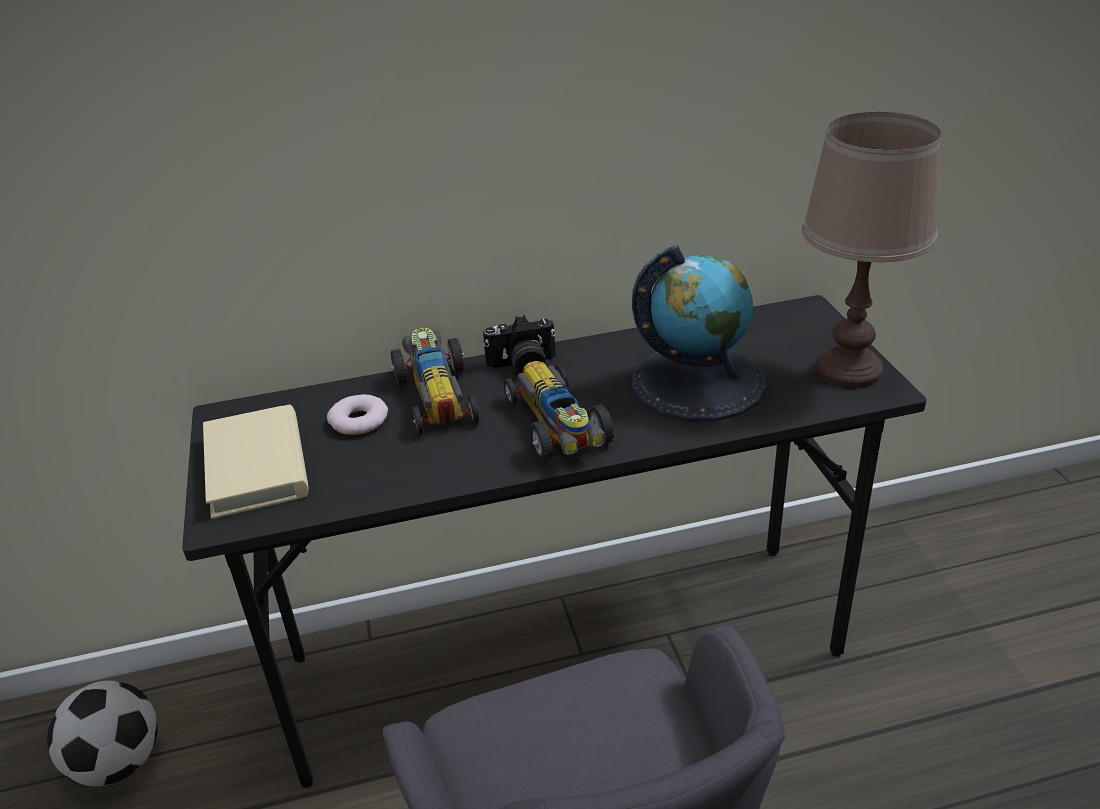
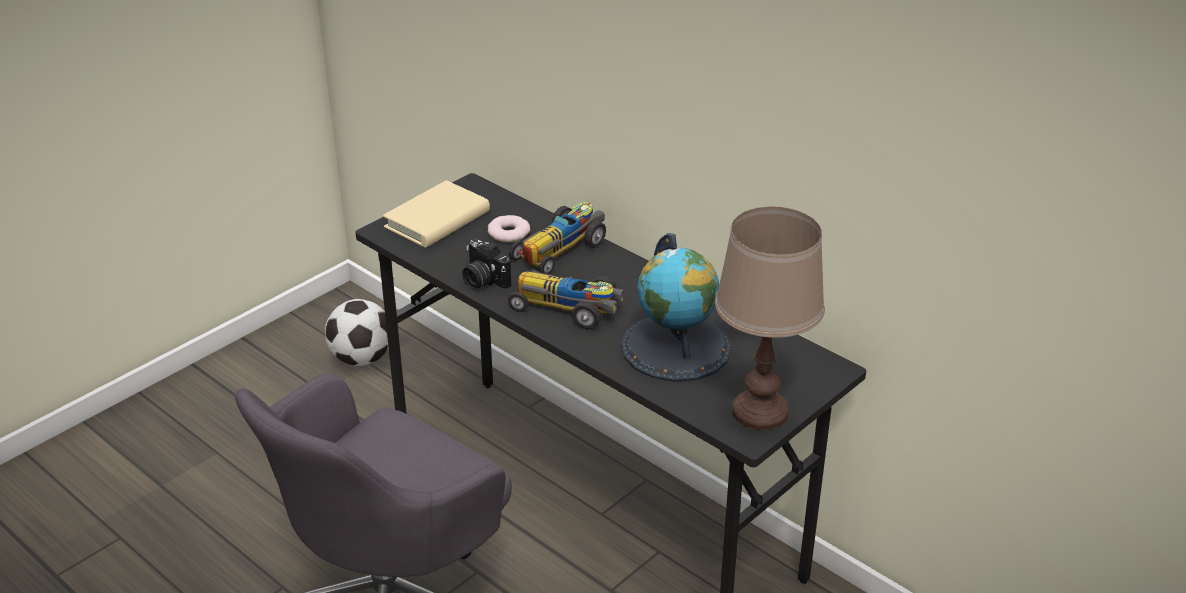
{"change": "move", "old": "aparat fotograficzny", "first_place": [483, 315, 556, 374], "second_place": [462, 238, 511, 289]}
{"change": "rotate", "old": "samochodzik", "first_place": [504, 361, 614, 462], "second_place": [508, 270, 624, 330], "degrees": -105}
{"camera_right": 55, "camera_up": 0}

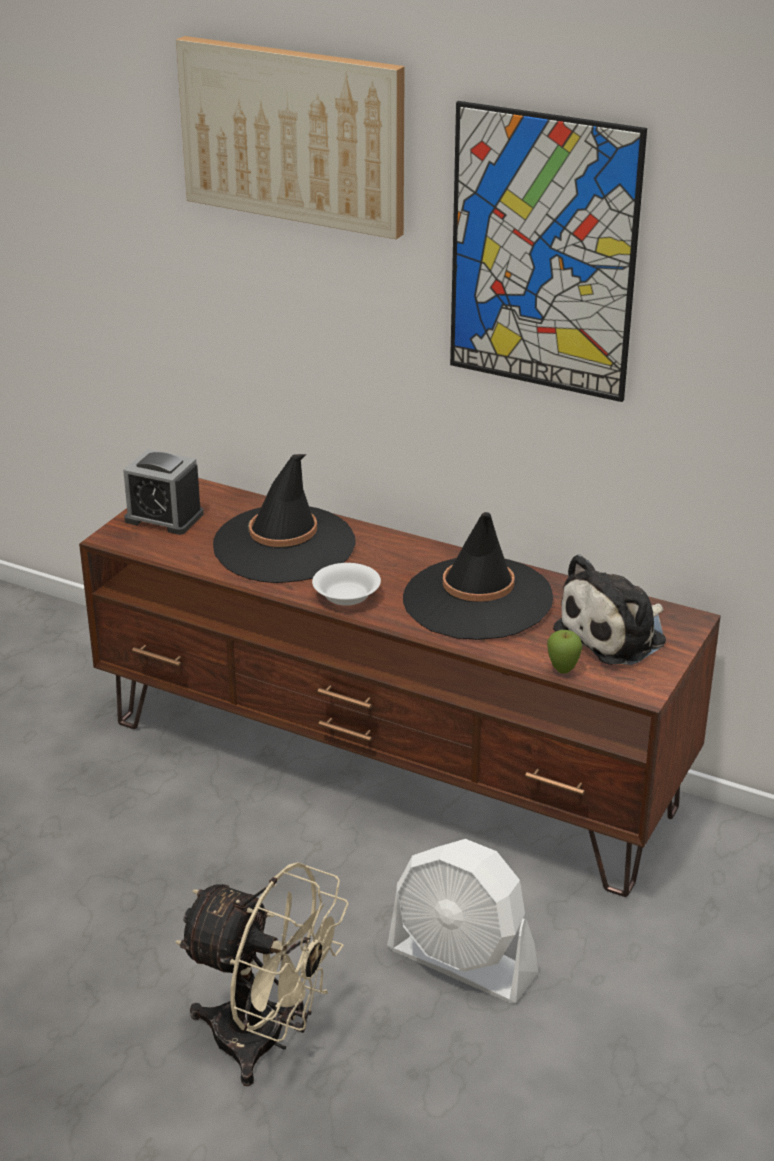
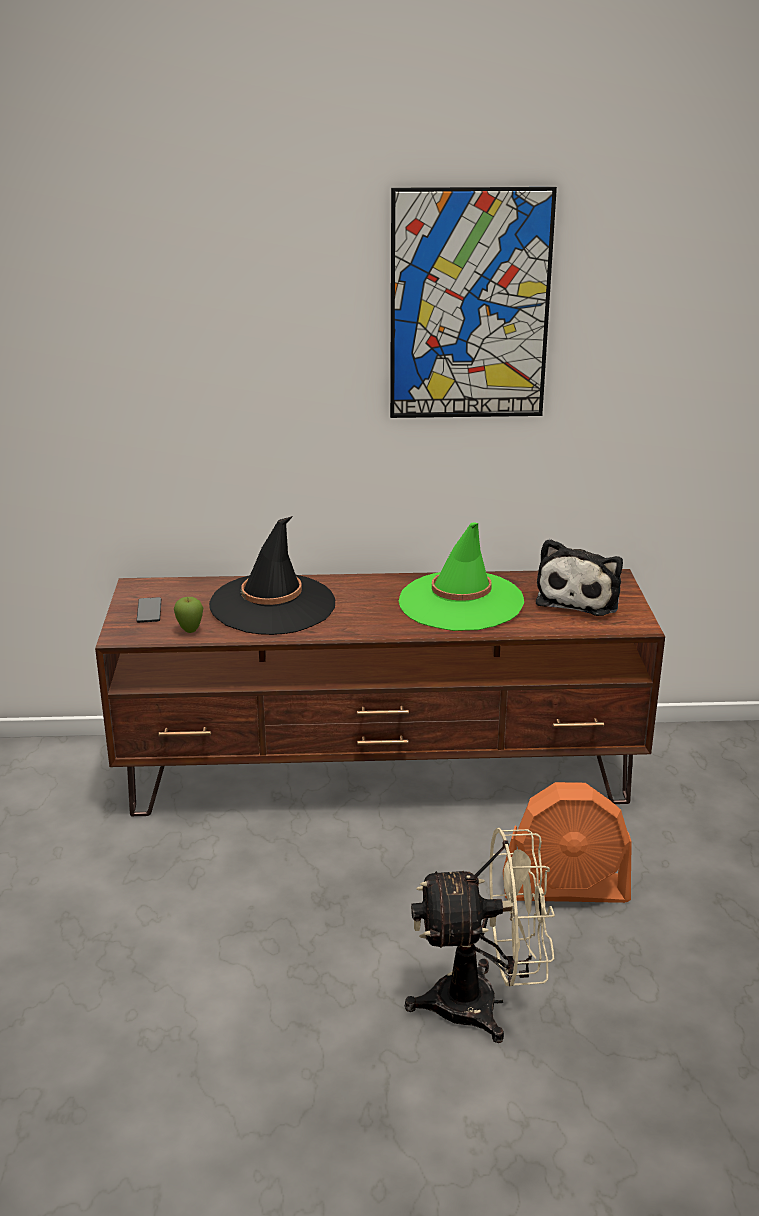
{"change": "replace", "old": "budzik", "new": "telefon", "first_place": [123, 449, 204, 535], "second_place": [136, 597, 161, 623]}
{"change": "move", "old": "jabłko", "first_place": [547, 630, 582, 674], "second_place": [174, 597, 203, 633]}
{"change": "recolor", "old": "kapelusz/czarny", "new": "kapelusz/zielony", "first_place": [403, 512, 553, 640], "second_place": [399, 522, 524, 631]}
{"change": "recolor", "old": "wentylator/biały", "new": "wentylator/pomarańczowy", "first_place": [387, 839, 538, 1003], "second_place": [503, 782, 632, 903]}
{"change": "delete", "old": "obraz", "first_place": [176, 36, 405, 239]}
{"change": "delete", "old": "miska/biały", "first_place": [312, 563, 381, 606]}
{"camera_right": -30, "camera_up": -5}

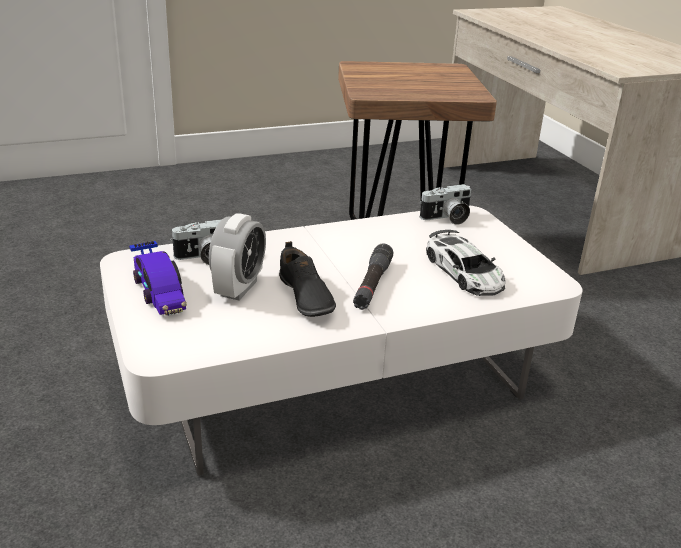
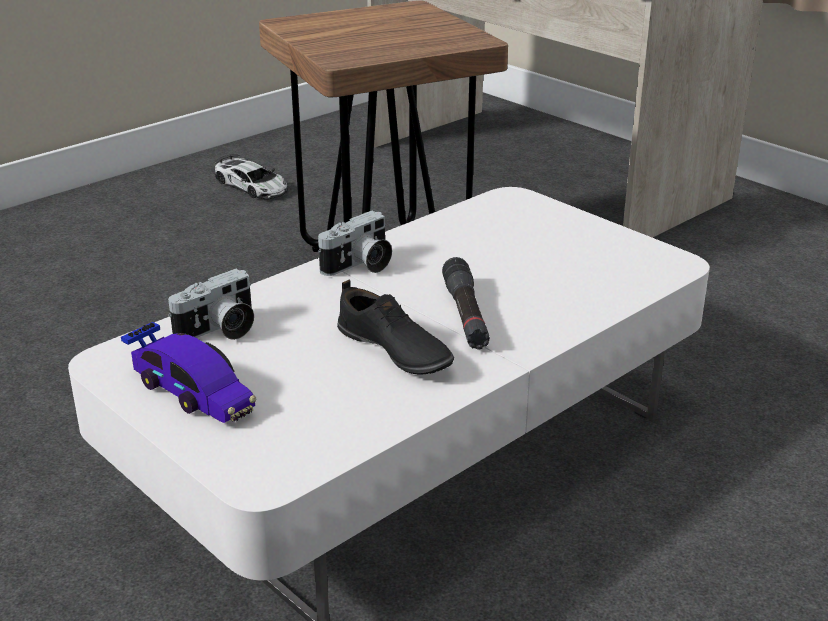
{"change": "move", "old": "samochodzik", "first_place": [426, 230, 506, 296], "second_place": [215, 155, 288, 199]}
{"change": "move", "old": "aparat fotograficzny", "first_place": [420, 184, 471, 225], "second_place": [318, 210, 392, 276]}
{"change": "delete", "old": "budzik", "first_place": [209, 213, 266, 300]}
{"camera_right": -20, "camera_up": 0}

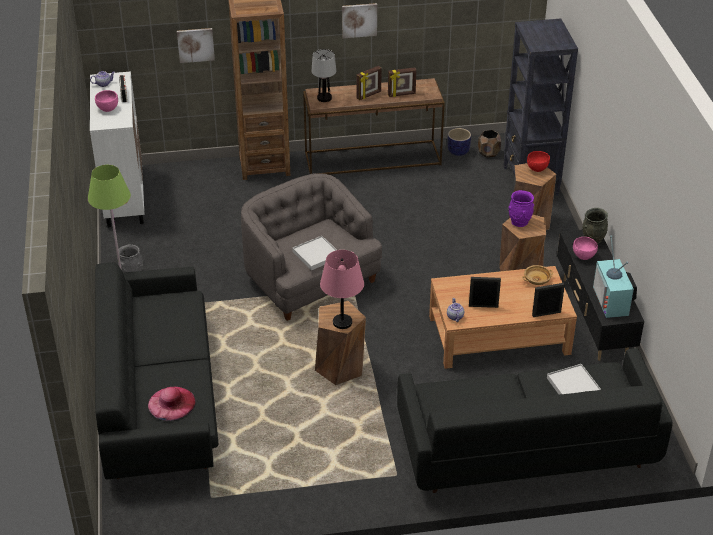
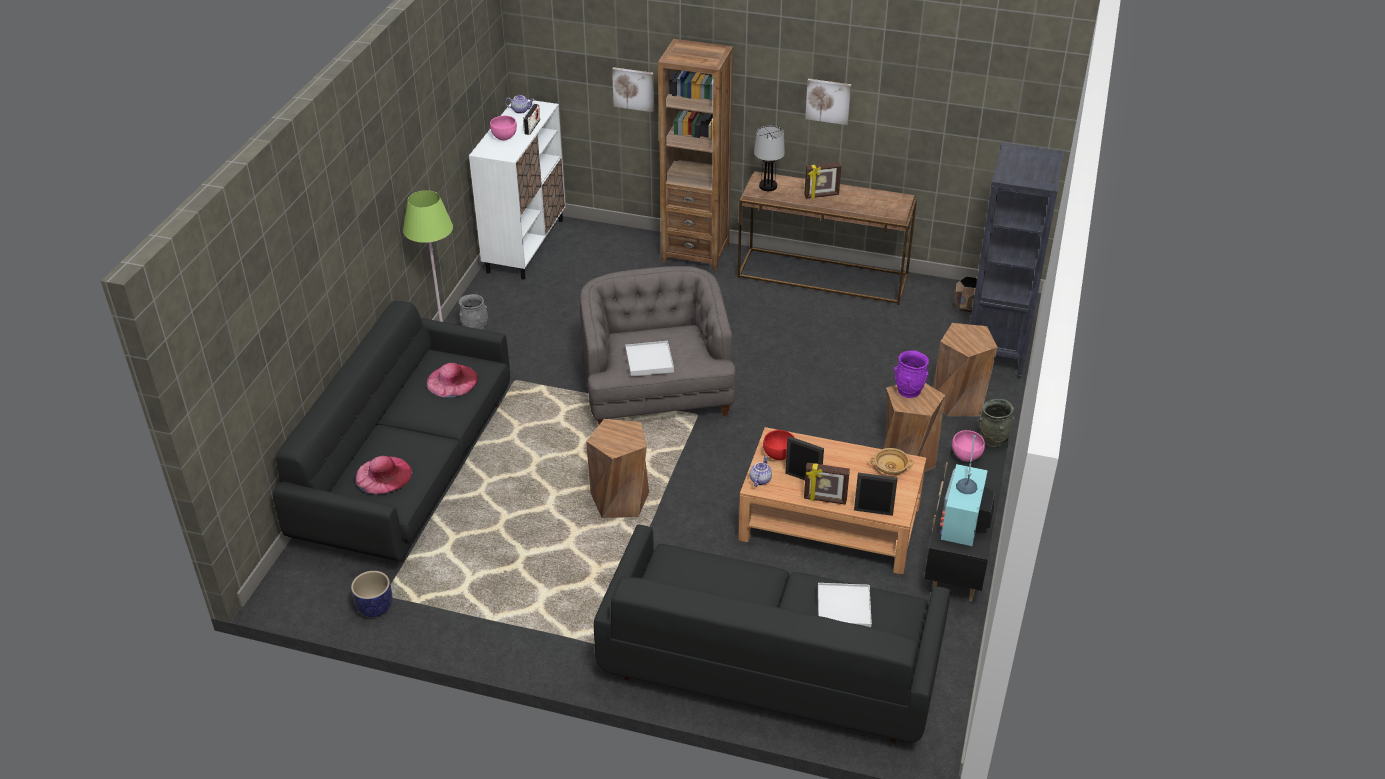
{"change": "move", "old": "donica", "first_place": [447, 128, 471, 156], "second_place": [351, 571, 392, 617]}
{"change": "insert", "new": "kapelusz/różowy", "second_place": [427, 363, 479, 398]}
{"change": "move", "old": "miska/czerwony", "first_place": [527, 151, 550, 172], "second_place": [763, 430, 795, 460]}
{"change": "move", "old": "ramka na zdjęcie", "first_place": [388, 67, 416, 97], "second_place": [804, 463, 850, 505]}
{"change": "delete", "old": "lampa stołowa/różowy", "first_place": [320, 250, 364, 329]}
{"camera_right": 25, "camera_up": 0}

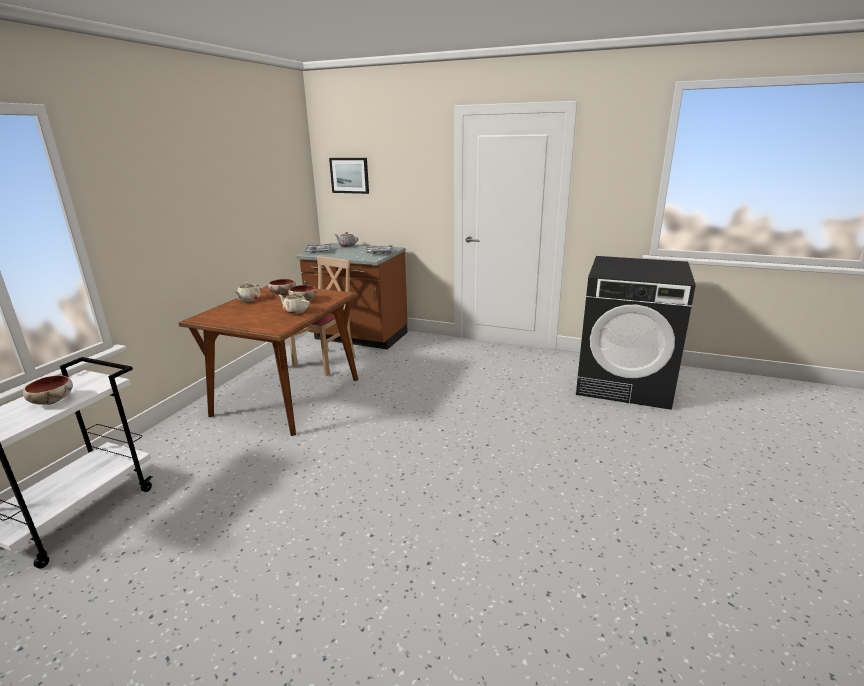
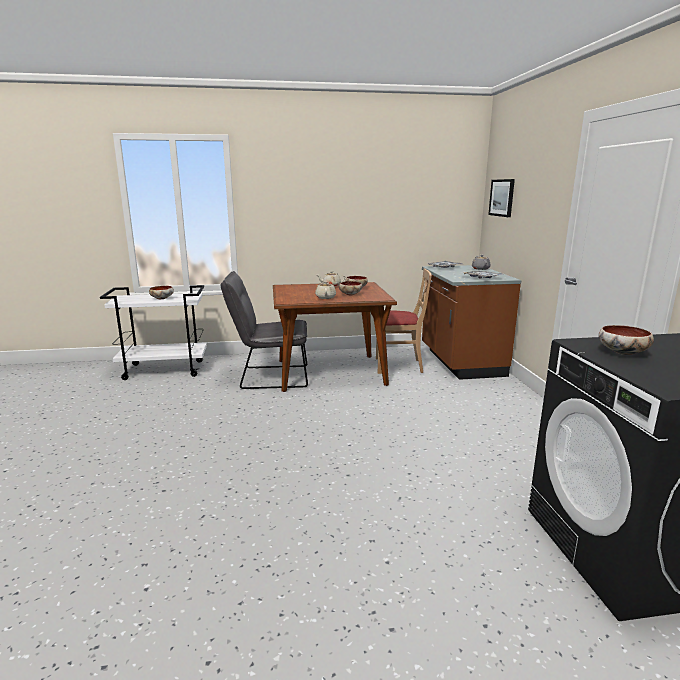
{"change": "insert", "new": "krzesło/szary", "second_place": [221, 271, 308, 389]}
{"change": "insert", "new": "miska", "second_place": [598, 325, 654, 355]}
{"camera_right": 60, "camera_up": -5}

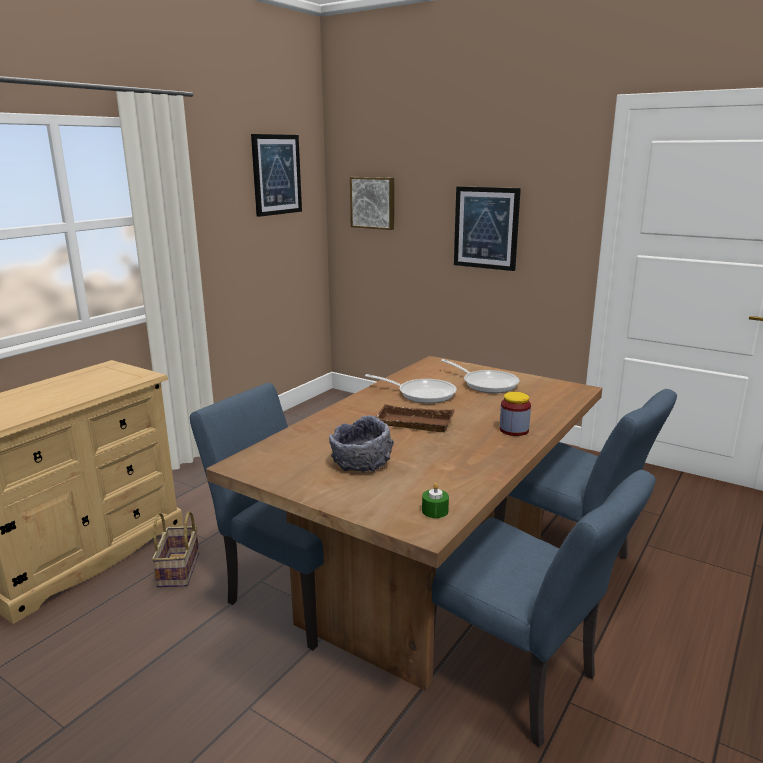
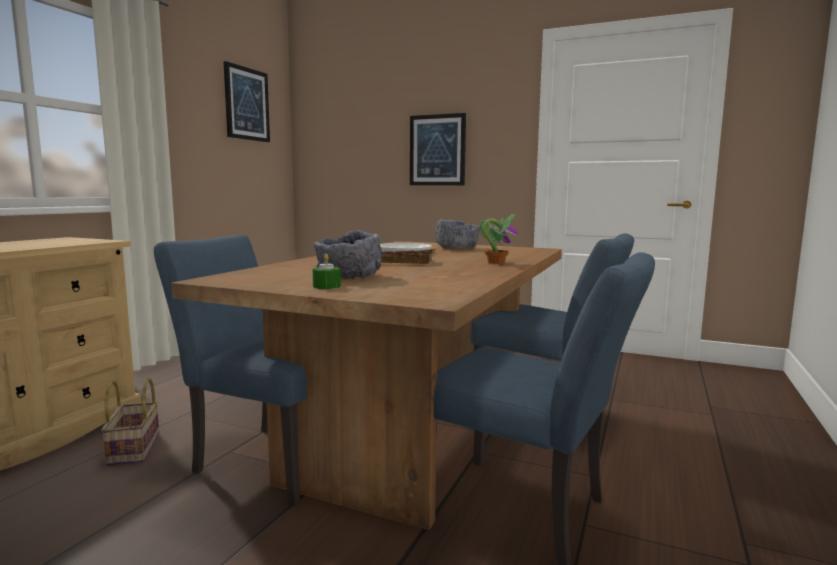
{"change": "move", "old": "świeca/zielony", "first_place": [422, 483, 449, 518], "second_place": [312, 254, 341, 289]}
{"change": "replace", "old": "patelnia", "new": "miska/szary", "first_place": [441, 359, 520, 393], "second_place": [435, 219, 480, 249]}
{"change": "replace", "old": "słoik", "new": "roślina doniczkowa", "first_place": [500, 392, 531, 436], "second_place": [479, 214, 518, 264]}
{"change": "delete", "old": "obraz", "first_place": [350, 177, 394, 230]}
{"camera_right": -10, "camera_up": -10}

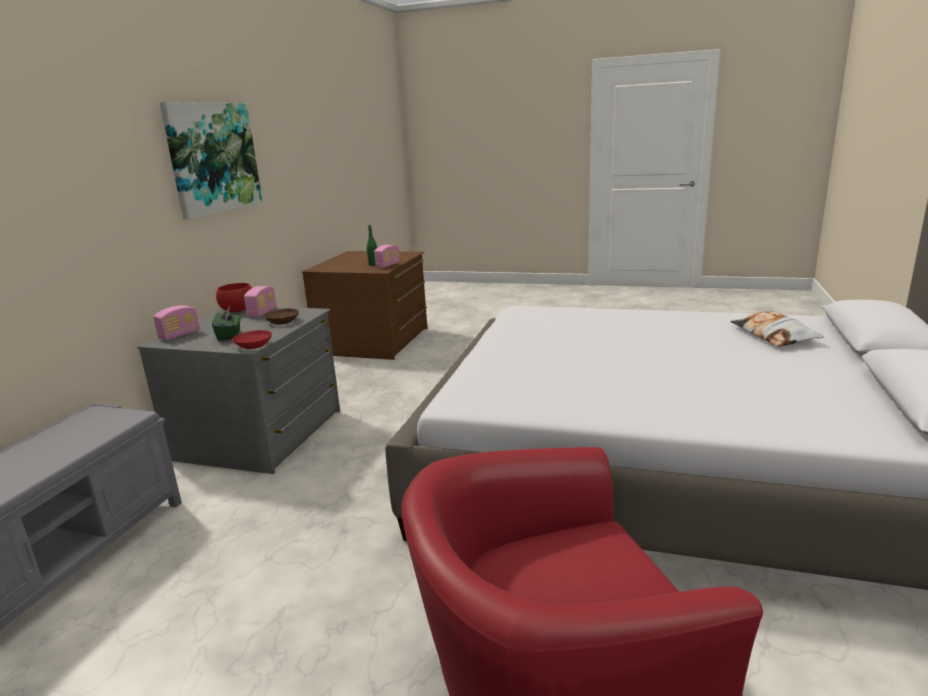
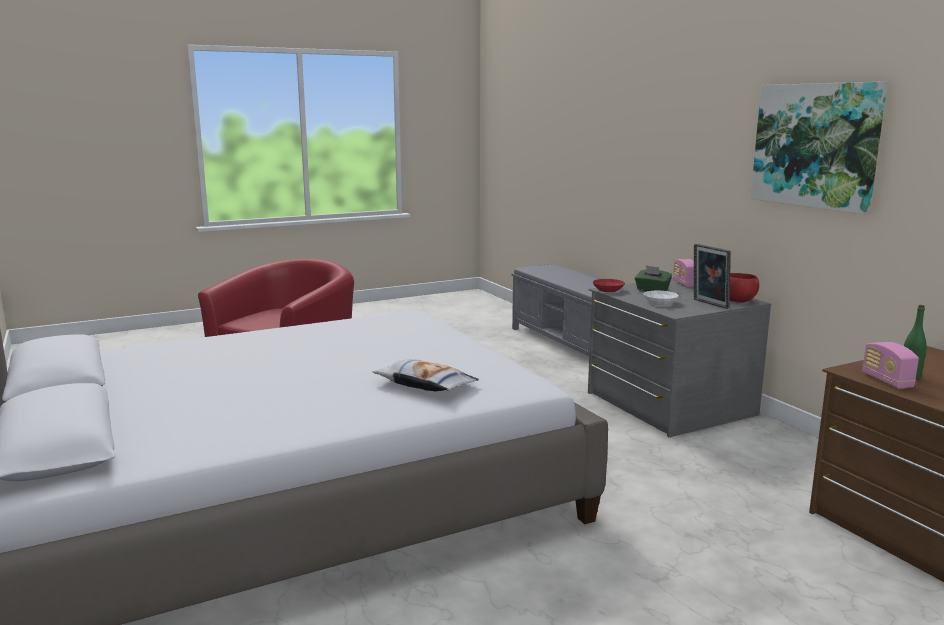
{"change": "move", "old": "poduszka", "first_place": [730, 311, 824, 347], "second_place": [372, 359, 479, 392]}
{"change": "recolor", "old": "miska/brązowy", "new": "miska/biały", "first_place": [264, 308, 299, 325], "second_place": [644, 291, 679, 305]}
{"change": "replace", "old": "radio", "new": "ramka na zdjęcie", "first_place": [244, 286, 277, 317], "second_place": [694, 244, 731, 309]}
{"camera_right": 135, "camera_up": -5}

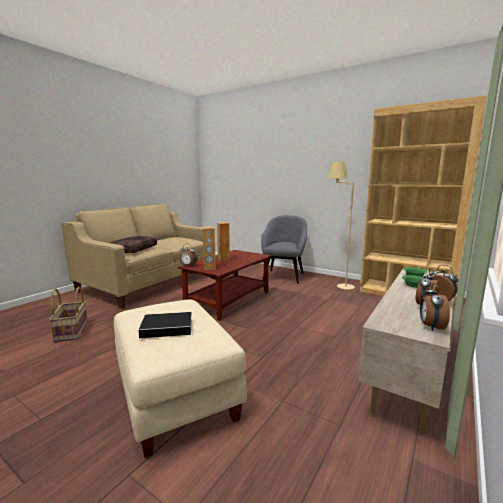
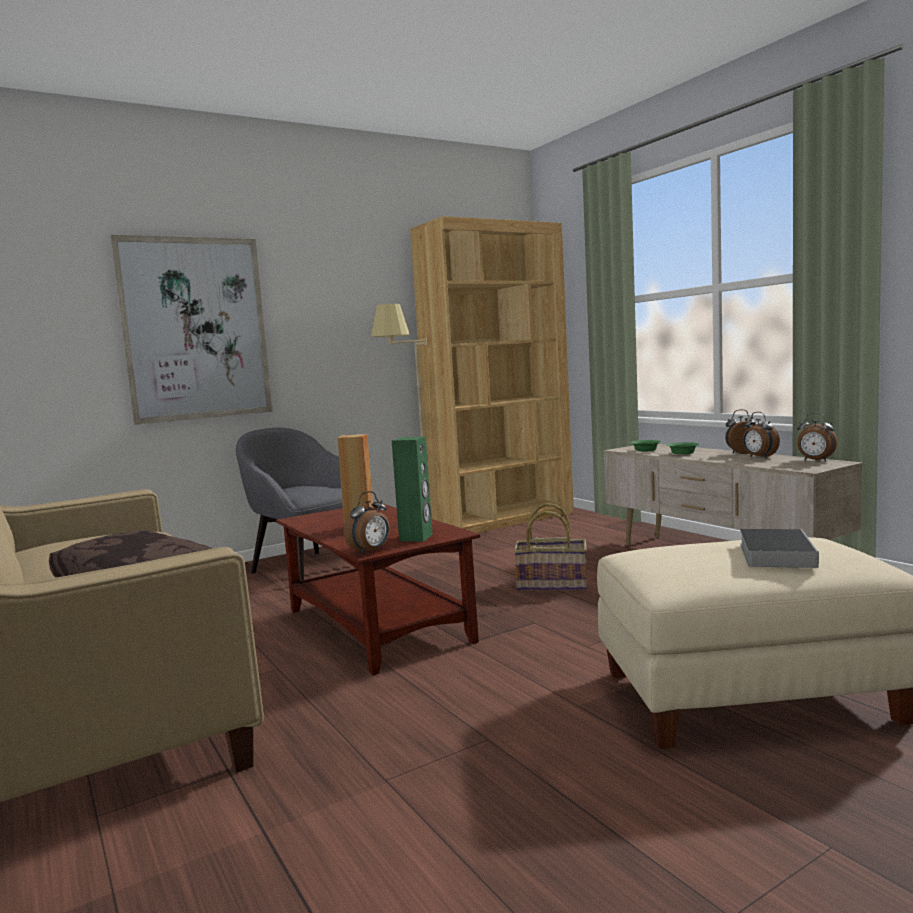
{"change": "insert", "new": "obraz", "second_place": [110, 235, 273, 425]}
{"change": "recolor", "old": "głośnik/brązowy", "new": "głośnik/zielony", "first_place": [203, 227, 216, 270], "second_place": [392, 436, 433, 542]}
{"change": "move", "old": "koszyk", "first_place": [49, 287, 87, 342], "second_place": [513, 503, 587, 591]}
{"camera_right": -65, "camera_up": -5}

